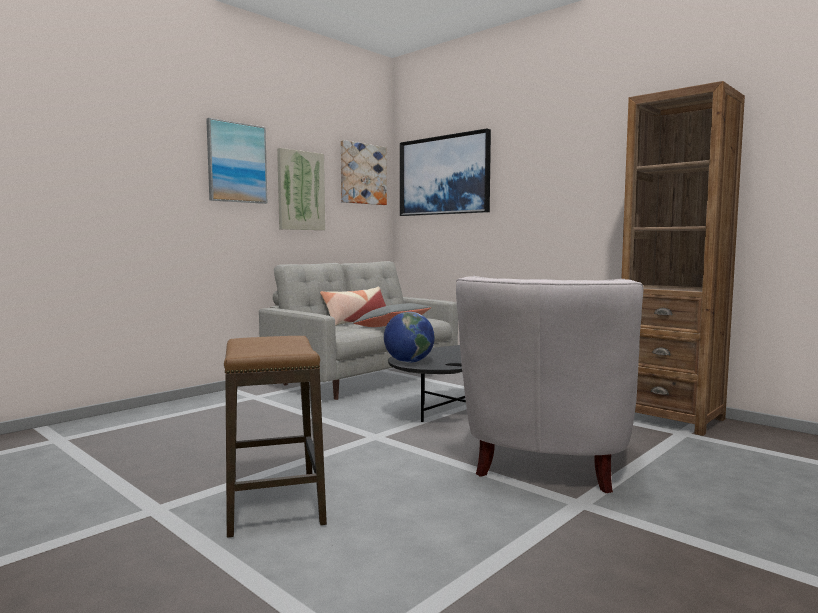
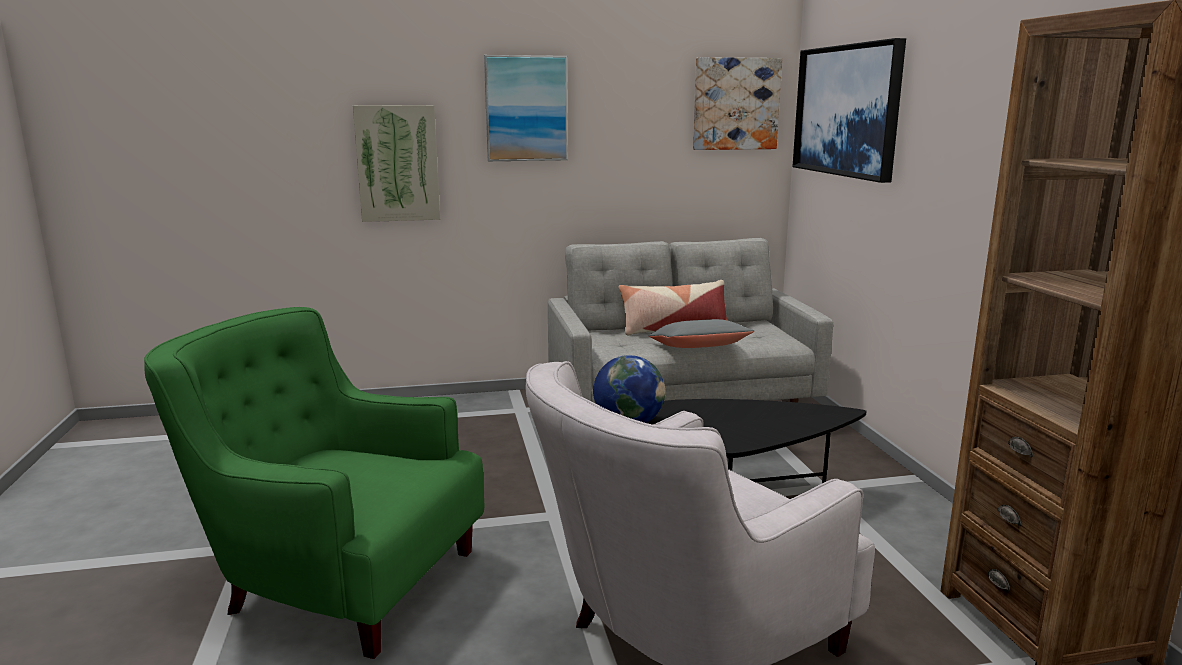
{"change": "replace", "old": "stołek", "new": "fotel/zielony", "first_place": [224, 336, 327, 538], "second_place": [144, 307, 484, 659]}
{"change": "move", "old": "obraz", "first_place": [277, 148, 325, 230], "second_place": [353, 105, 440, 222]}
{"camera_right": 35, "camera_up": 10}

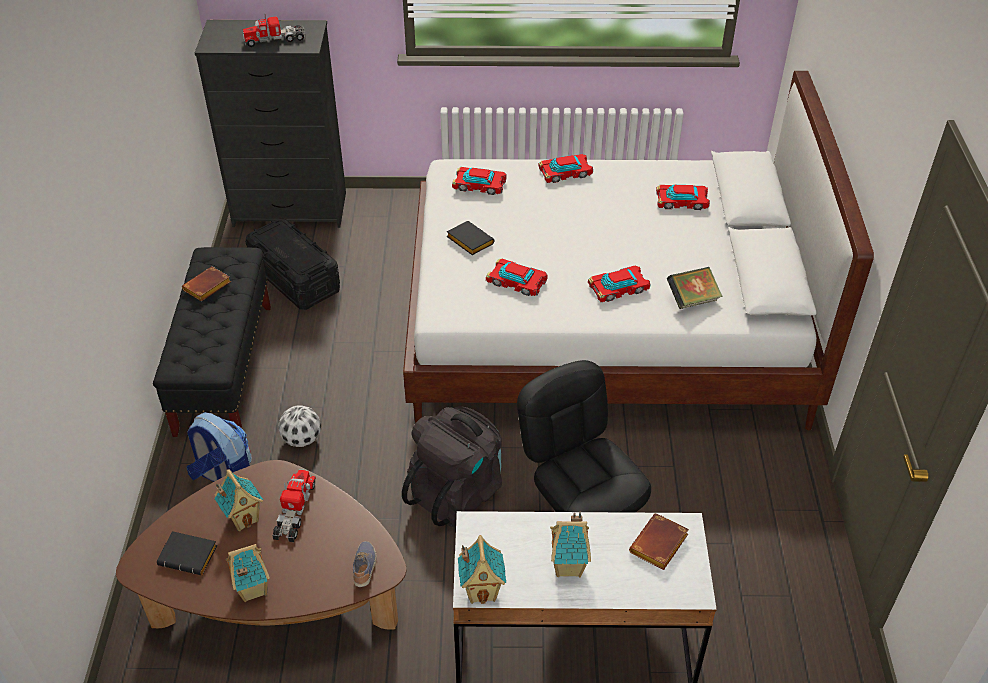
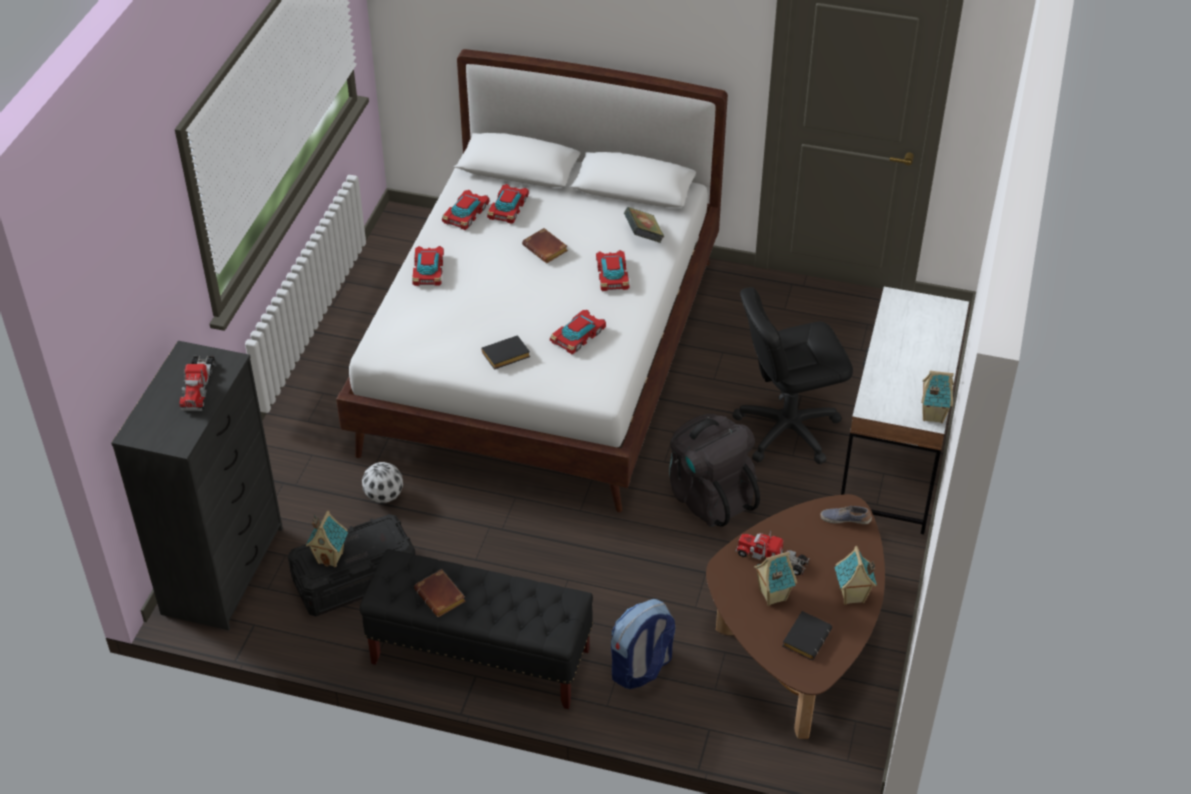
{"change": "move", "old": "domek", "first_place": [550, 512, 591, 578], "second_place": [306, 511, 348, 567]}
{"change": "move", "old": "piłka futbolowa", "first_place": [278, 405, 321, 447], "second_place": [362, 462, 403, 503]}
{"change": "move", "old": "samochodzik", "first_place": [452, 167, 506, 195], "second_place": [442, 190, 489, 230]}
{"change": "move", "old": "książka/brązowy", "first_place": [629, 513, 689, 570], "second_place": [522, 228, 568, 263]}
{"camera_right": -75, "camera_up": 0}

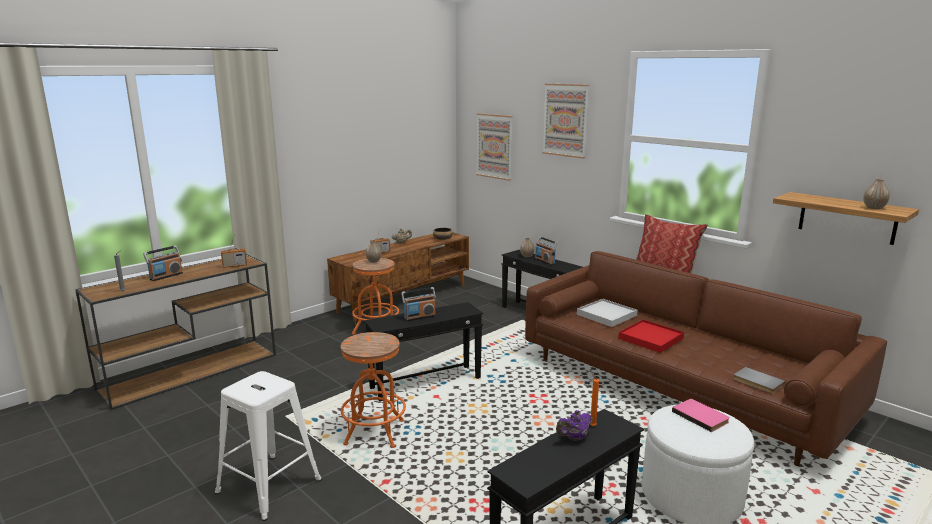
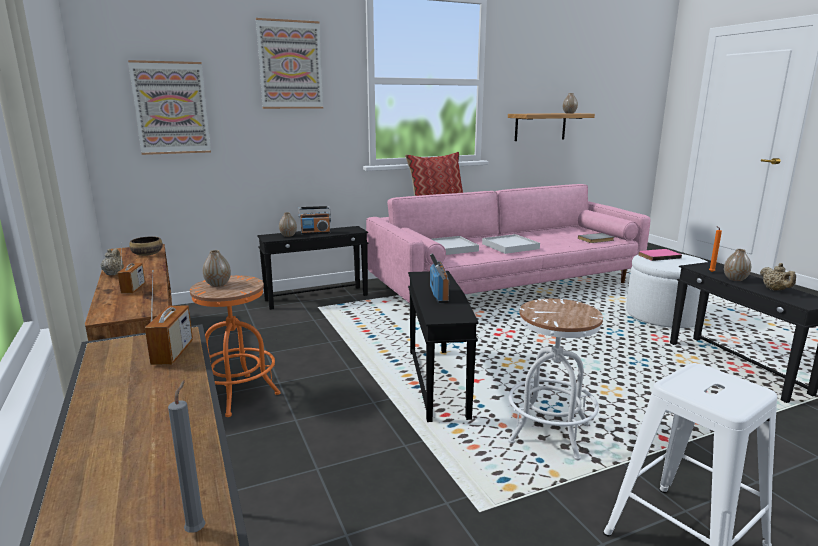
{"change": "recolor", "old": "kanapa/brązowy", "new": "kanapa/różowy", "first_place": [525, 251, 887, 466], "second_place": [366, 184, 650, 303]}
{"change": "recolor", "old": "taca/czerwony", "new": "taca/biały", "first_place": [618, 320, 684, 353], "second_place": [482, 234, 540, 254]}
{"change": "recolor", "old": "stołek/pomarańczowy", "new": "stołek/biały", "first_place": [341, 332, 406, 448], "second_place": [508, 299, 603, 460]}
{"change": "replace", "old": "imbryk/fioletowy", "new": "wazon", "first_place": [556, 410, 593, 441], "second_place": [724, 249, 751, 281]}
{"change": "insert", "new": "imbryk/beżowy", "second_place": [760, 263, 796, 291]}
{"change": "delete", "old": "radio", "first_place": [143, 245, 183, 281]}
{"camera_right": -70, "camera_up": 0}

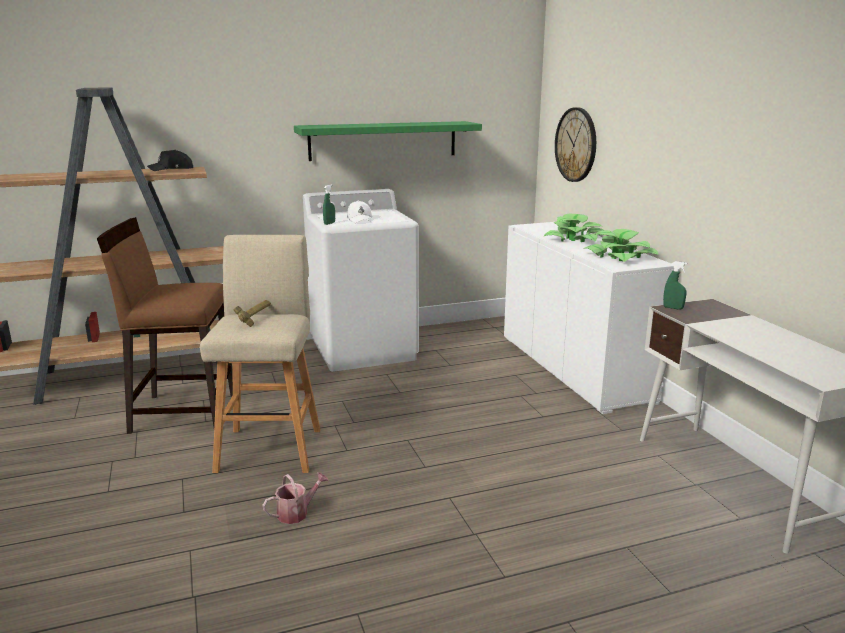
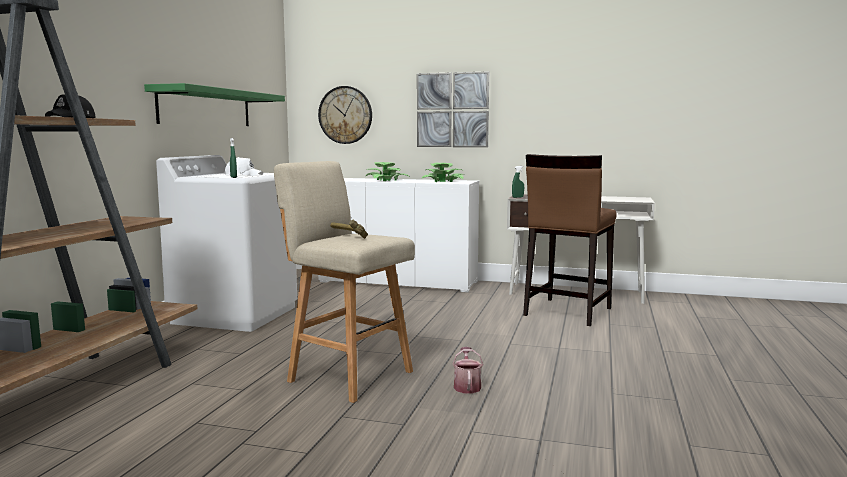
{"change": "insert", "new": "obraz", "second_place": [417, 71, 489, 147]}
{"change": "move", "old": "stołek/brązowy", "first_place": [97, 217, 233, 434], "second_place": [523, 154, 617, 326]}
{"camera_right": -55, "camera_up": -10}

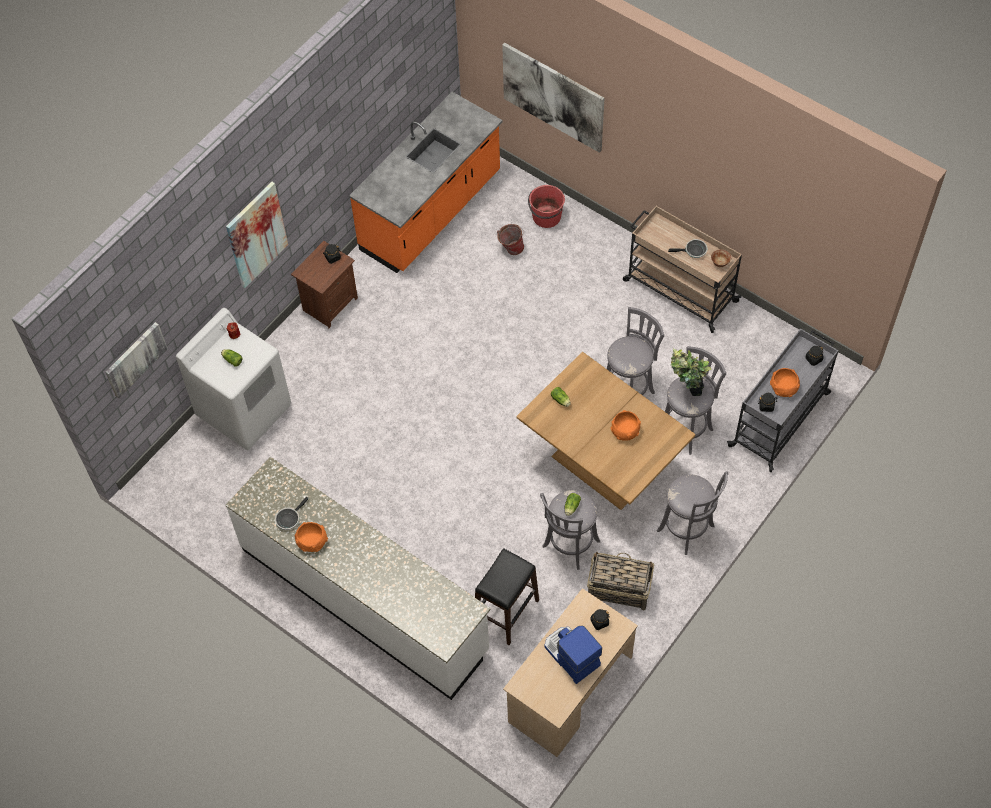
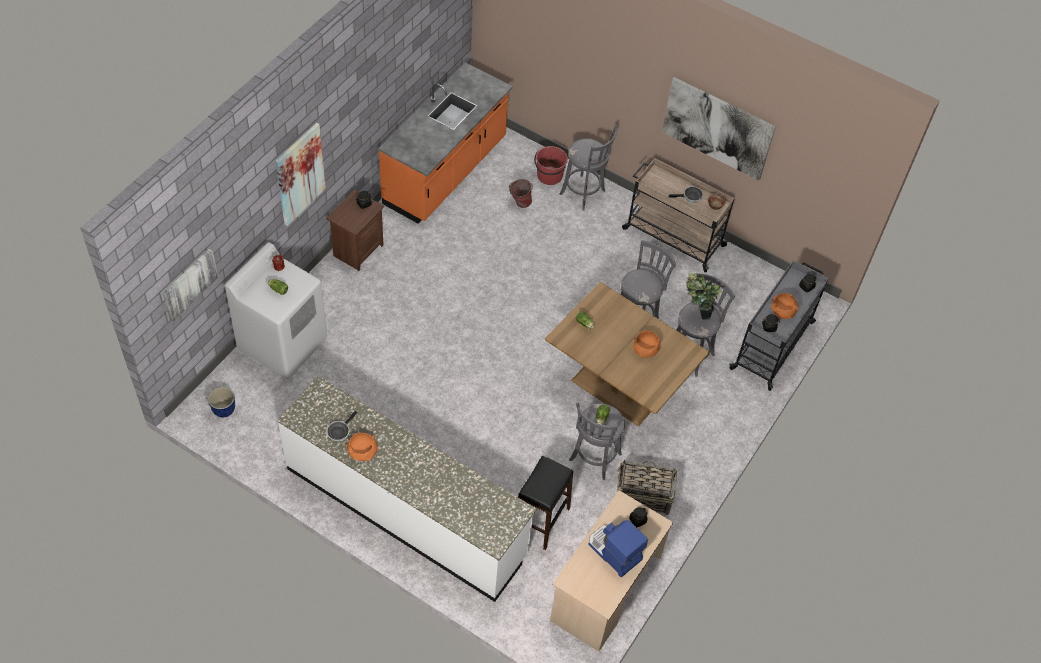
{"change": "insert", "new": "donica", "second_place": [208, 387, 235, 417]}
{"change": "move", "old": "stołek/szary", "first_place": [657, 471, 728, 555], "second_place": [560, 126, 617, 210]}
{"change": "move", "old": "obraz", "first_place": [502, 43, 604, 153], "second_place": [662, 77, 776, 180]}
{"camera_right": -10, "camera_up": -5}

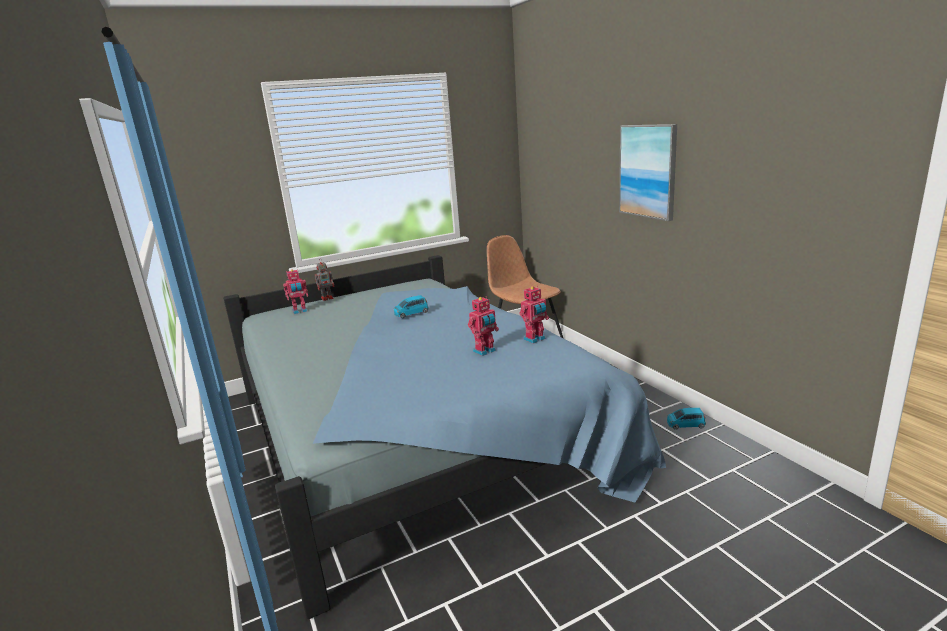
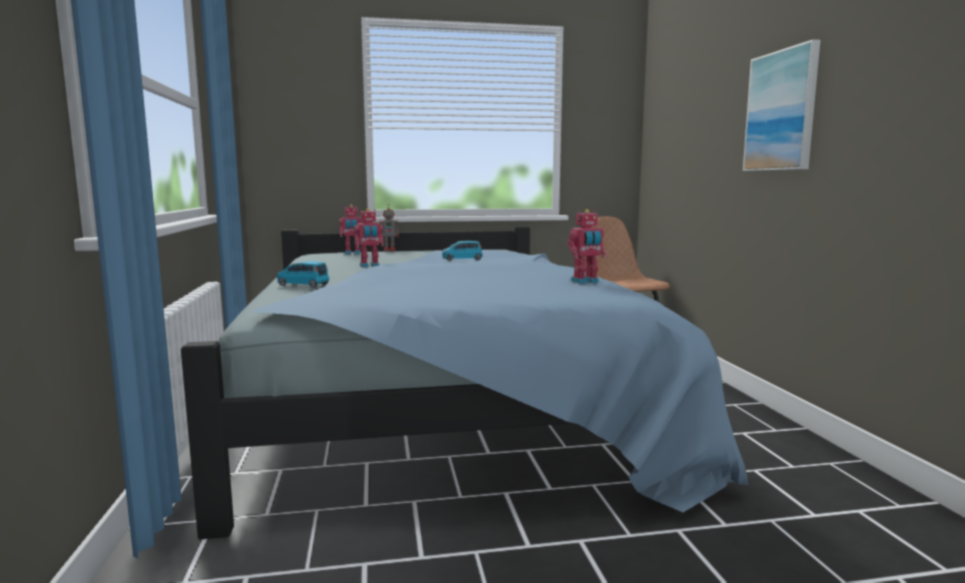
{"change": "move", "old": "samochodzik/niebieski", "first_place": [667, 408, 706, 430], "second_place": [277, 261, 329, 288]}
{"change": "move", "old": "robot zabawkowy", "first_place": [468, 296, 499, 356], "second_place": [354, 208, 384, 268]}
{"camera_right": 15, "camera_up": -10}

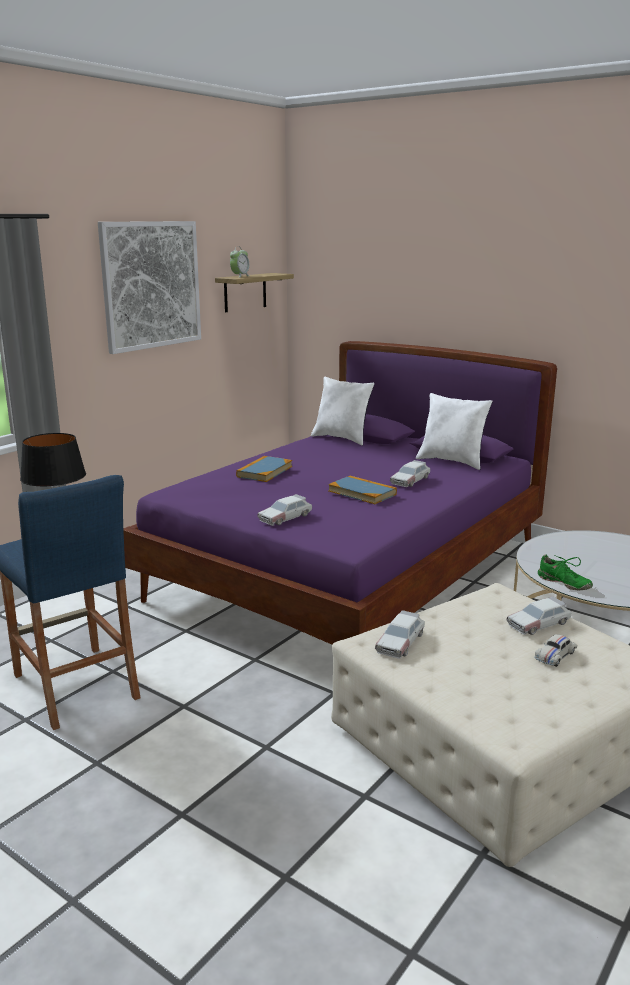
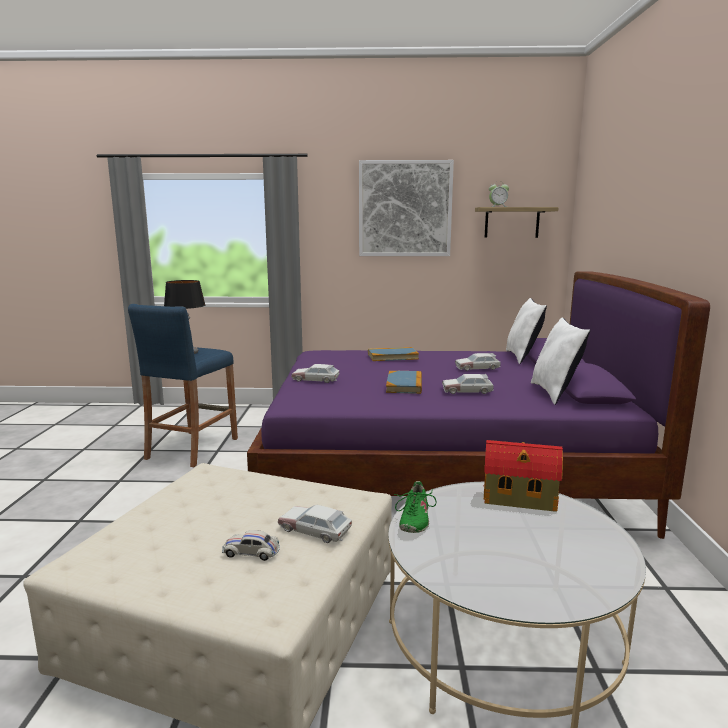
{"change": "move", "old": "samochodzik", "first_place": [375, 610, 425, 659], "second_place": [455, 353, 501, 371]}
{"change": "insert", "new": "domek", "second_place": [484, 440, 563, 512]}
{"camera_right": 55, "camera_up": -5}

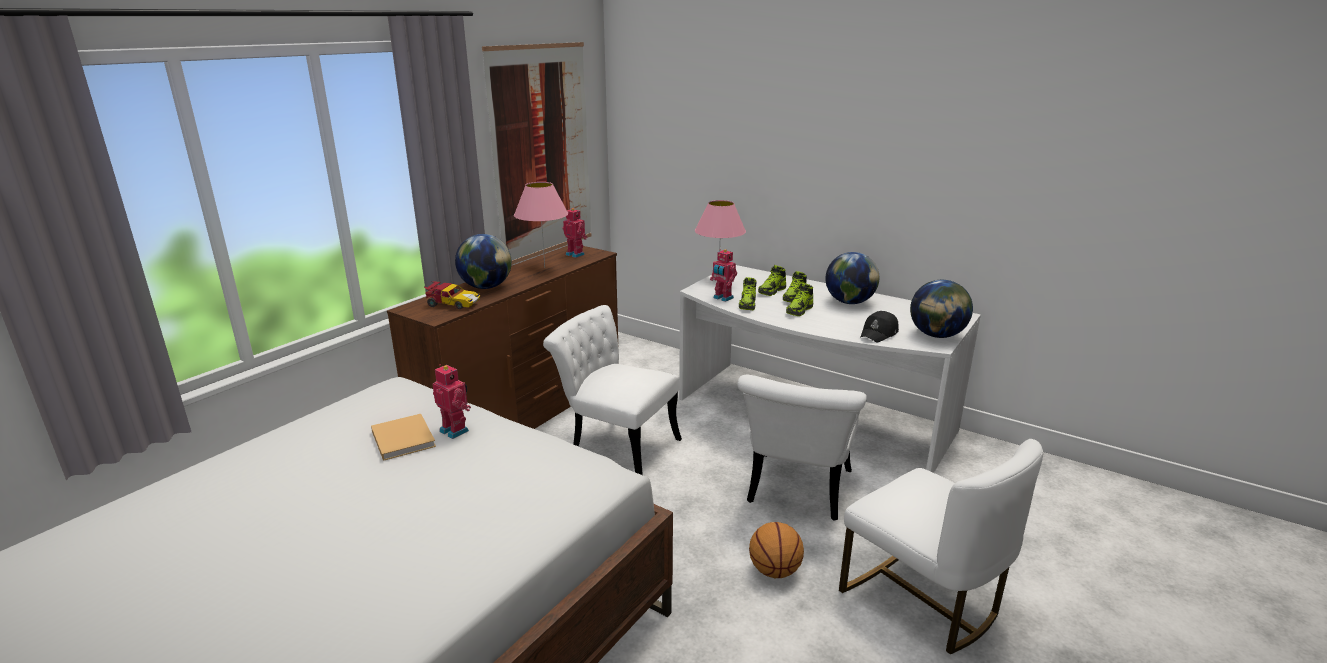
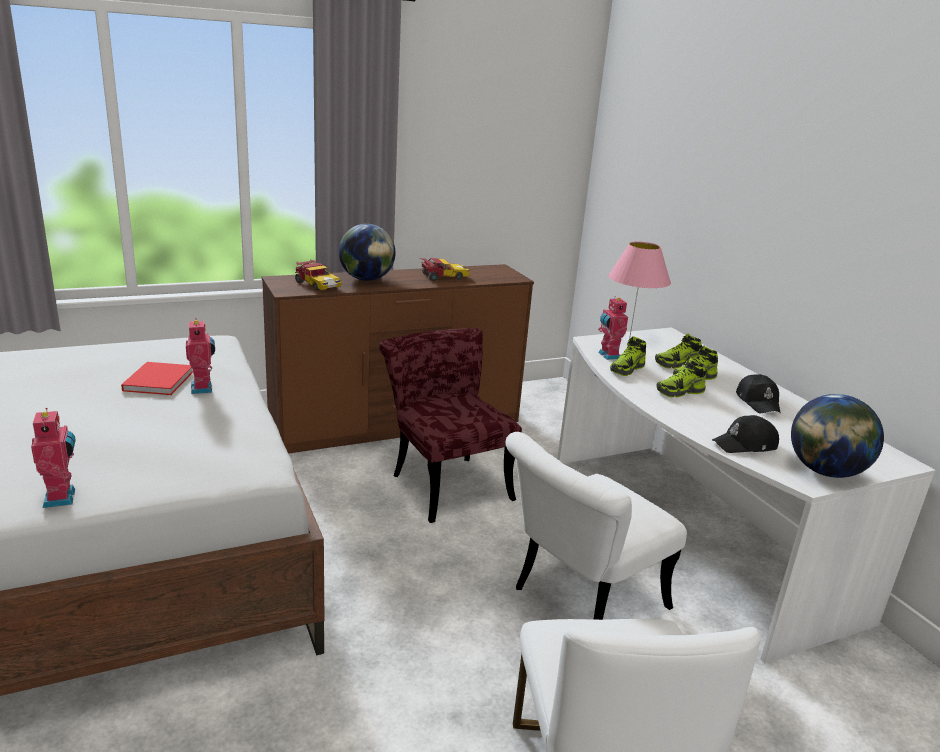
{"change": "move", "old": "robot zabawkowy", "first_place": [563, 208, 587, 258], "second_place": [31, 408, 76, 508]}
{"change": "recolor", "old": "książka/beżowy", "new": "książka/czerwony", "first_place": [371, 414, 436, 461], "second_place": [121, 362, 193, 395]}
{"change": "recolor", "old": "krzesło/biały", "new": "krzesło/czerwony", "first_place": [543, 305, 682, 475], "second_place": [379, 328, 522, 523]}
{"change": "replace", "old": "lampa stołowa/różowy", "new": "samochodzik", "first_place": [514, 182, 568, 268], "second_place": [421, 258, 470, 281]}
{"change": "replace", "old": "globus", "new": "czapka z daszkiem/czarny", "first_place": [825, 252, 879, 304], "second_place": [736, 374, 781, 414]}
{"change": "delete", "old": "obraz", "first_place": [482, 42, 591, 265]}
{"change": "delete", "old": "piłka do koszykówki", "first_place": [749, 522, 804, 578]}
{"camera_right": 30, "camera_up": 0}

